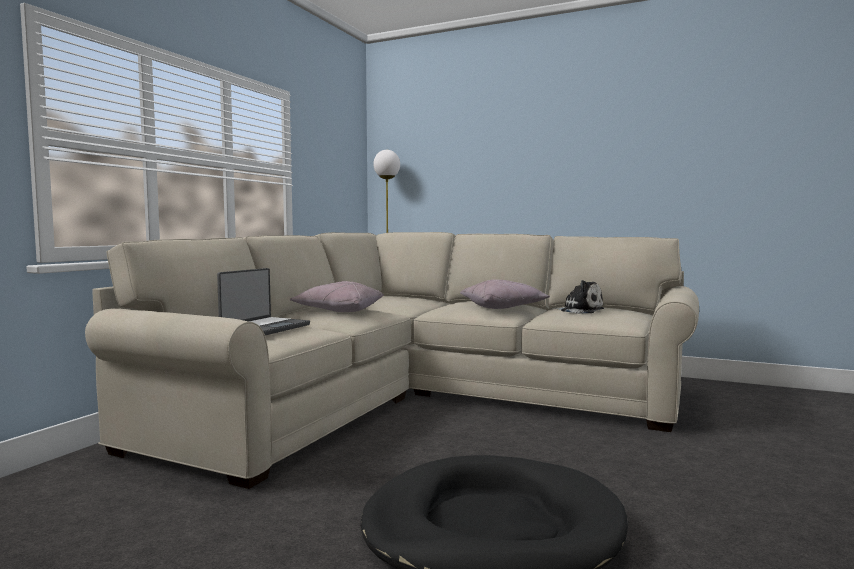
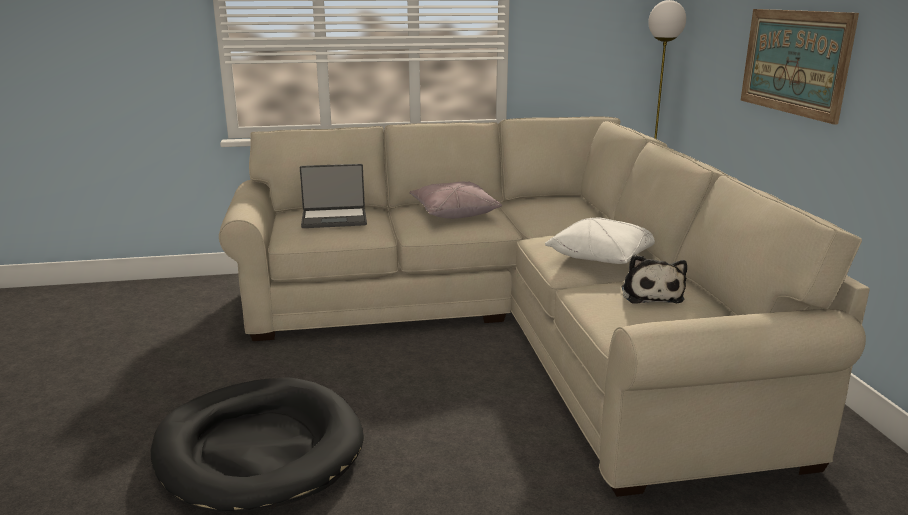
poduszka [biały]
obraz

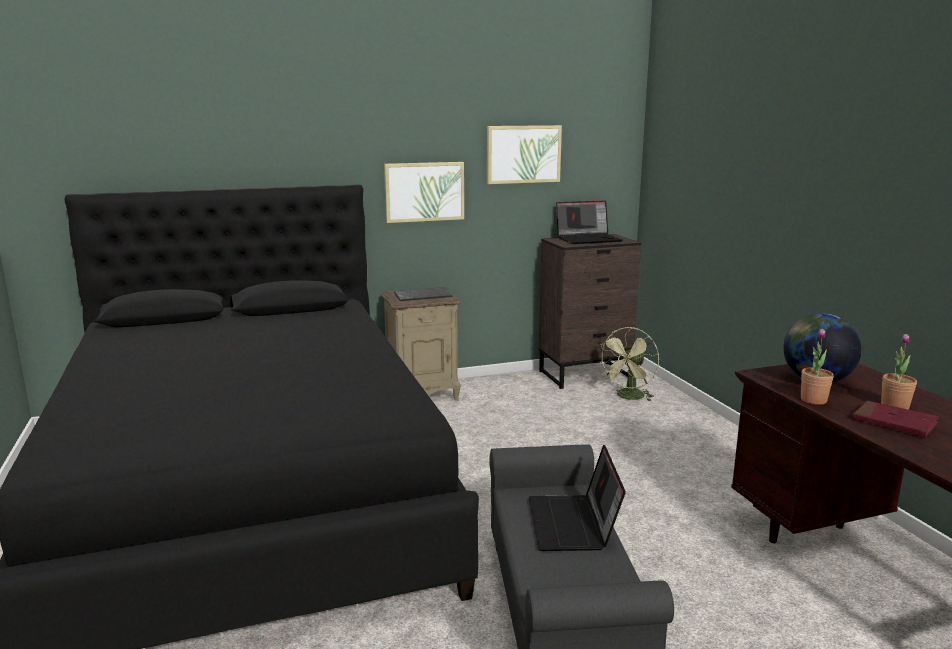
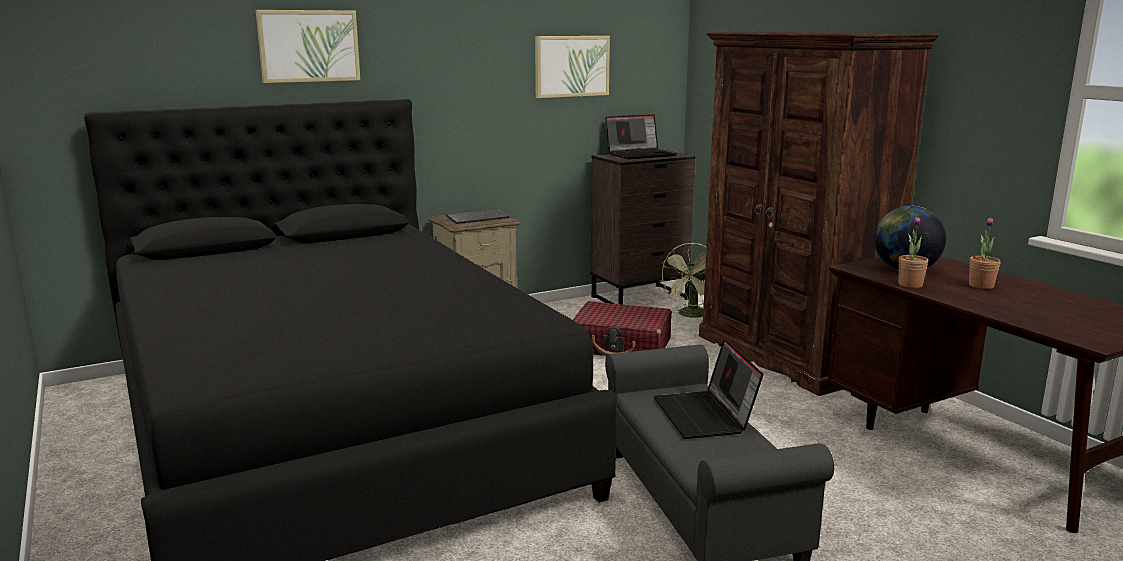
obraz (1st from left)
walizka [czerwony]
szafa [brązowy]
książka [czerwony]

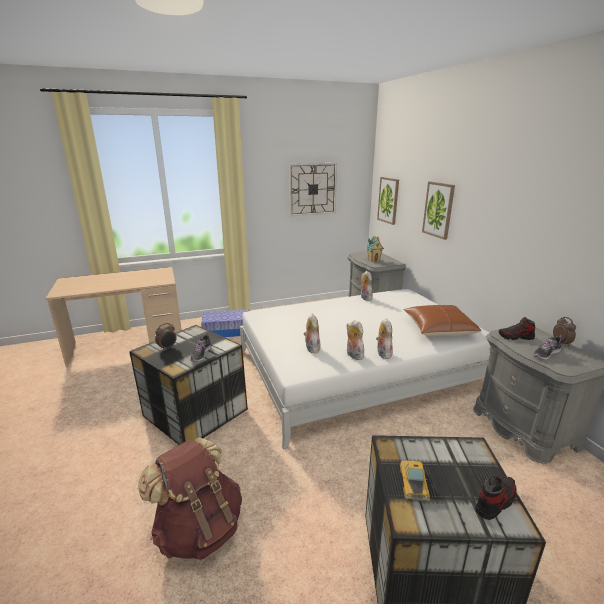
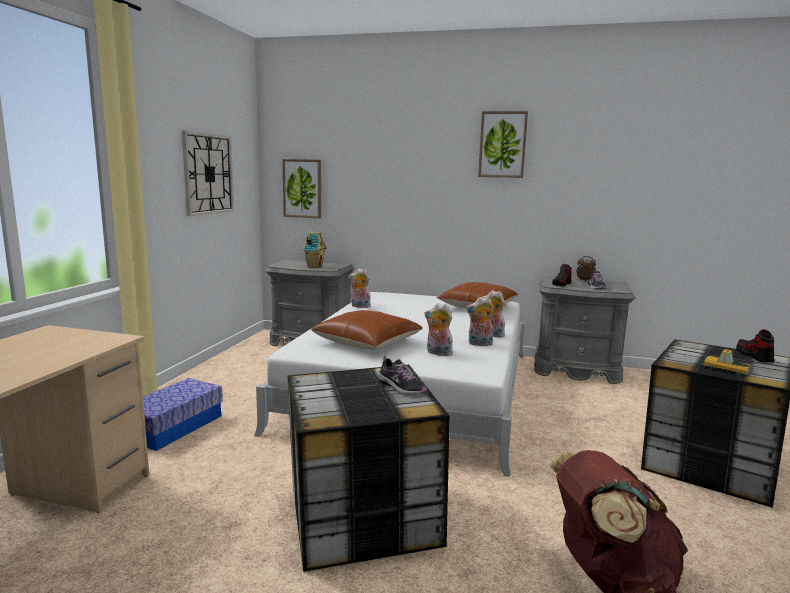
poduszka [brązowy] (1st from left)
obraz (2nd from left)
budzik (1st from left in the first image)

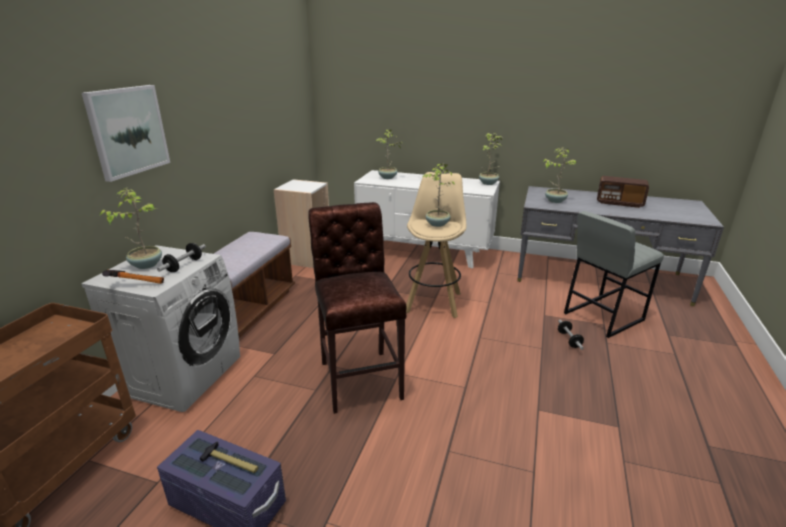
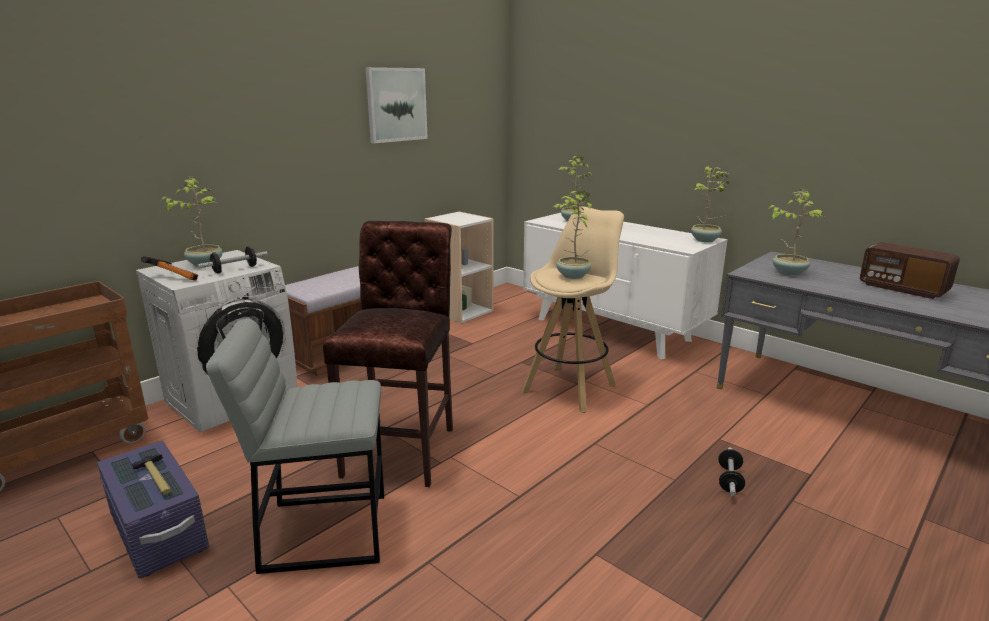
krzesło [szary]
obraz

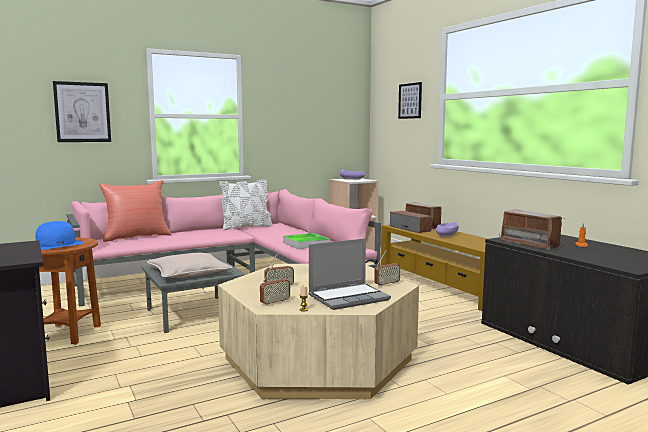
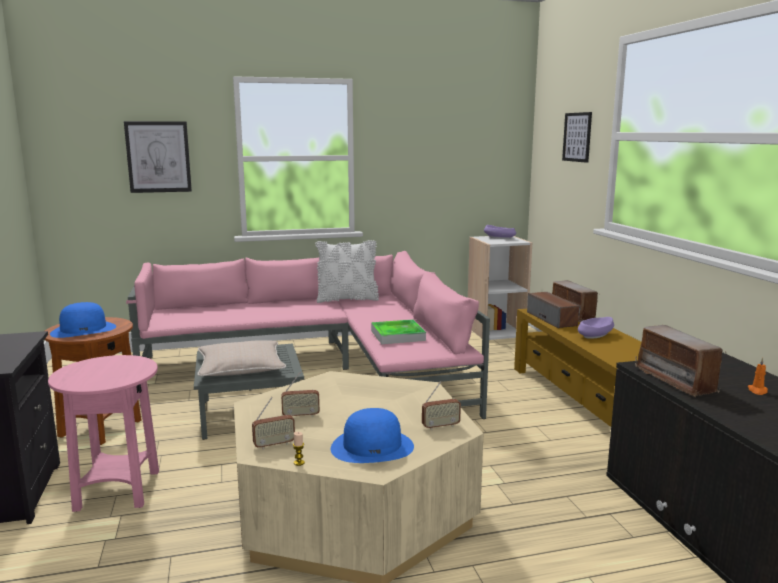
stolik [różowy]
kapelusz [niebieski] (2nd from left)
poduszka [czerwony]

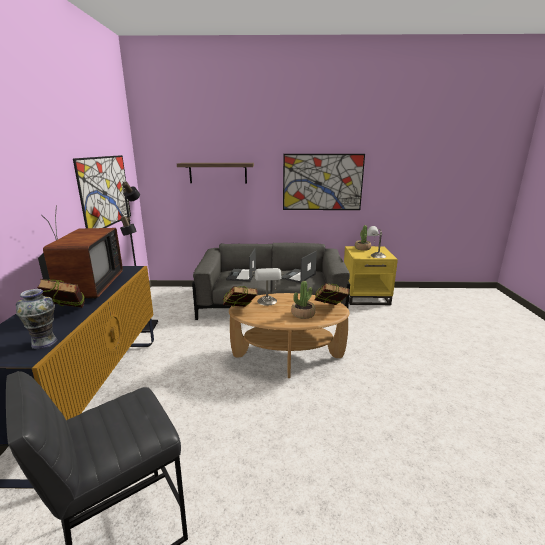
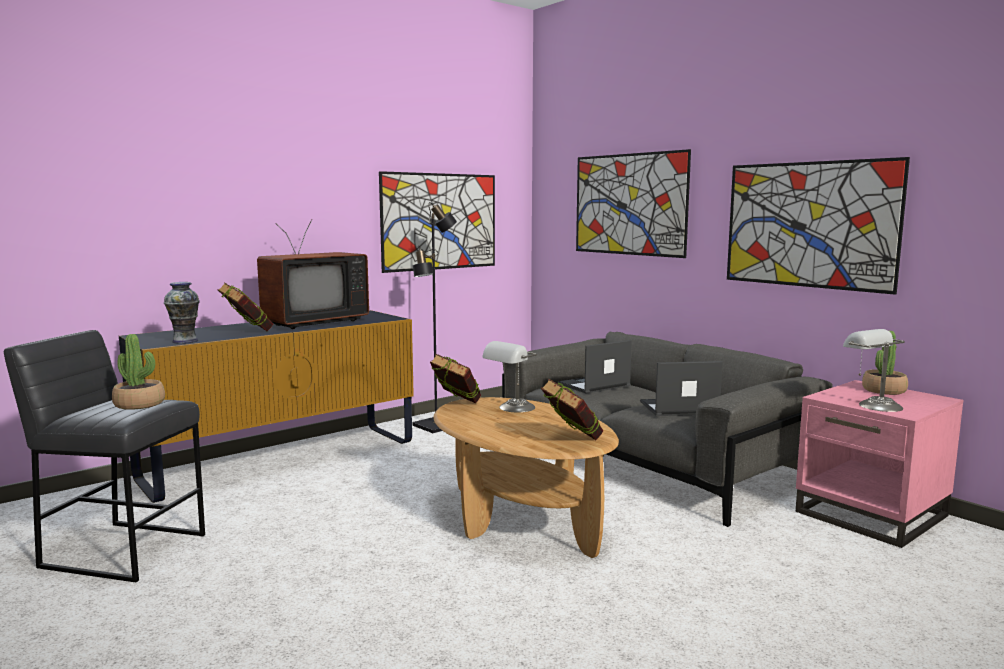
roślina doniczkowa (1st from left)
obraz (2nd from left)
stolik [różowy]

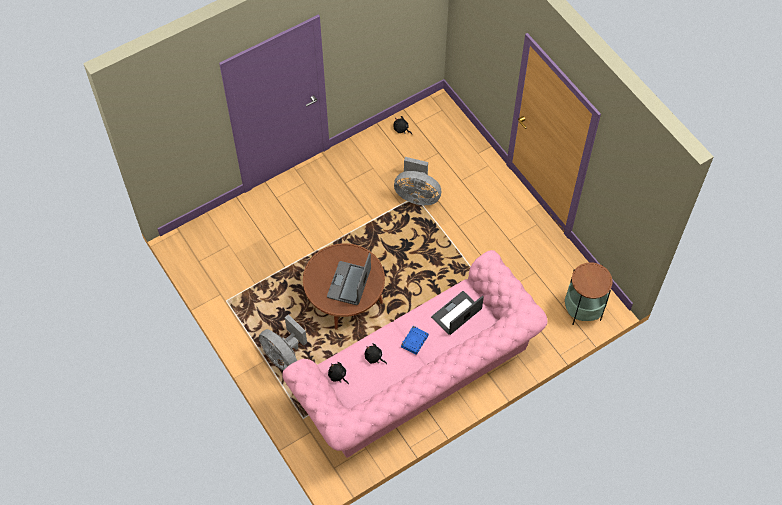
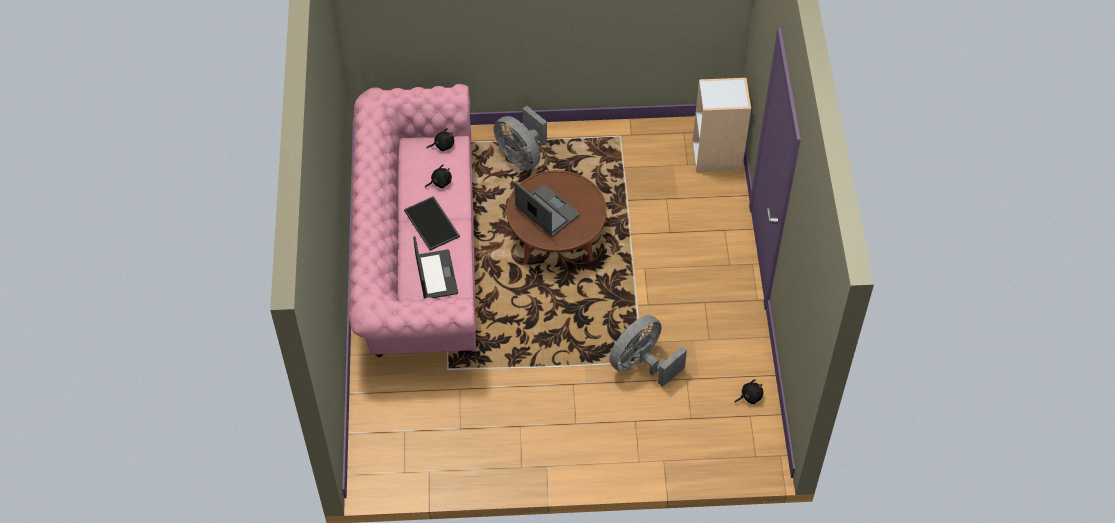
taca
wentylator [szary] (1st from left)
regał
stolik

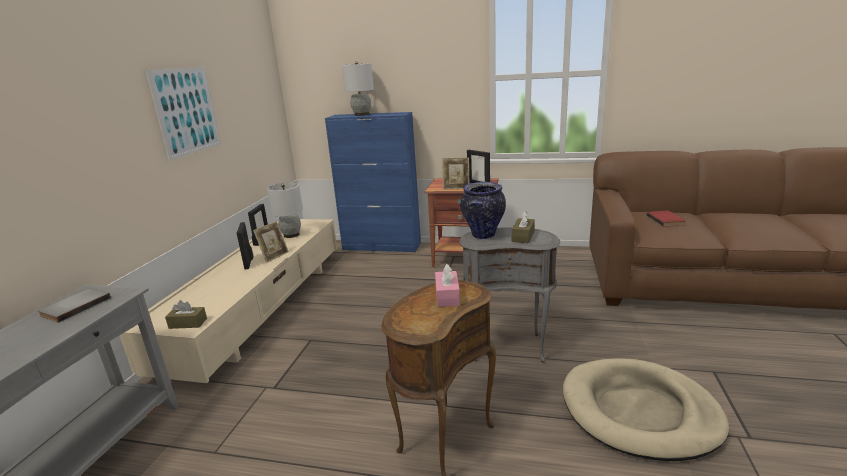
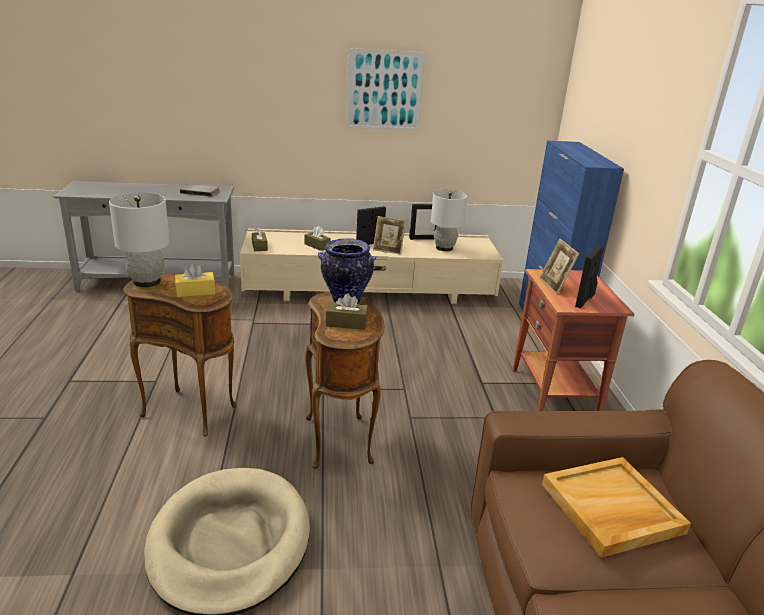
lampa stołowa [biały] (1st from left)
pudełko chusteczek [żółty]
pudełko chusteczek [brązowy] (2nd from left)
stolik [brązowy] (2nd from left)
taca [beżowy]

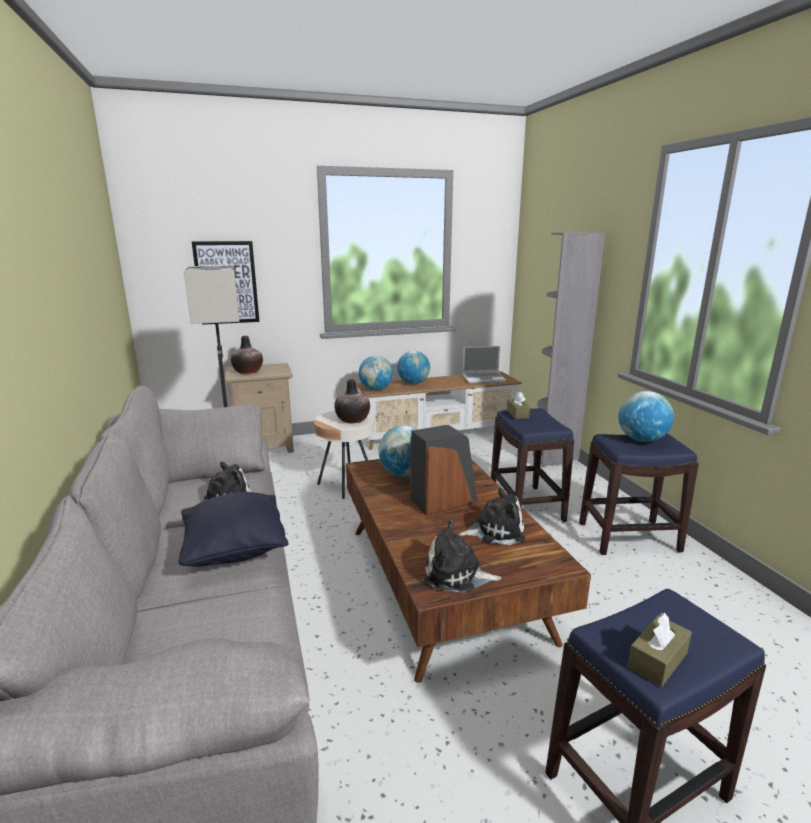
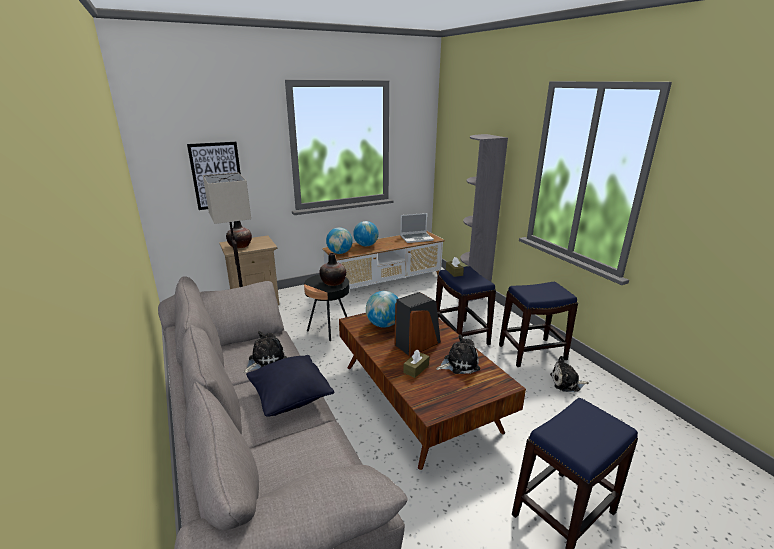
stolik [czarny]
pudełko chusteczek [brązowy] (1st from left)
pluszak (3rd from left)
globus (4th from left in the first image)

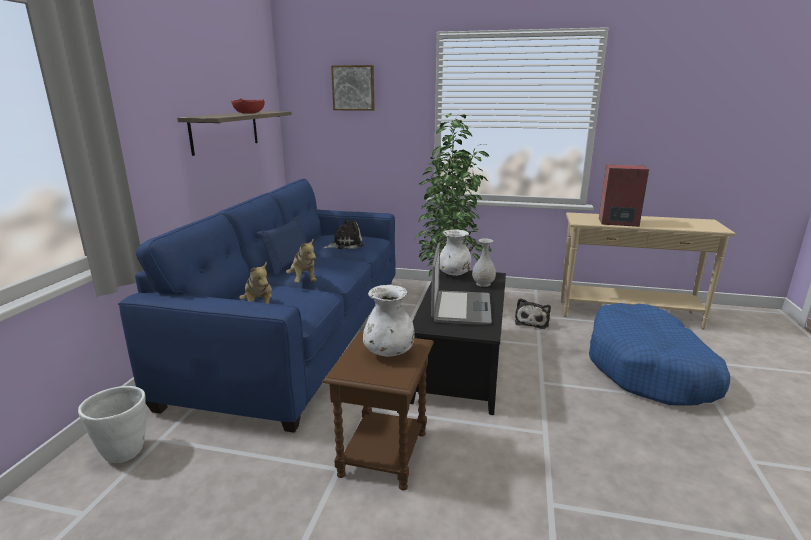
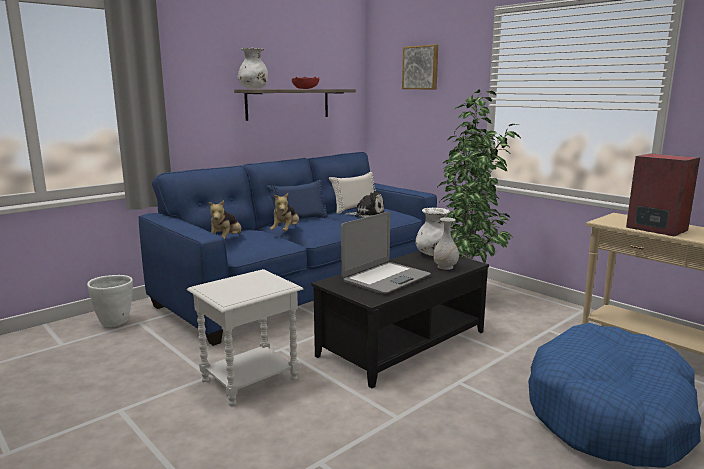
stolik [biały]
wazon [biały] (1st from left)
poduszka [biały]
pluszak (4th from left in the first image)

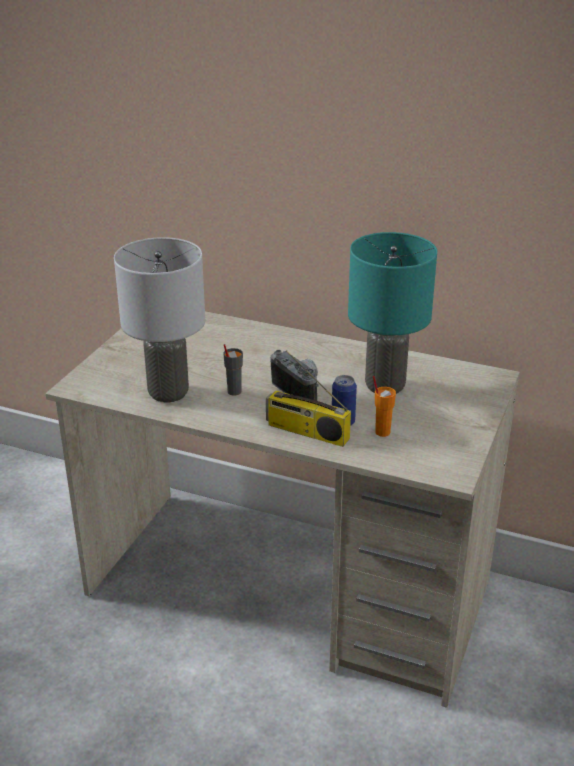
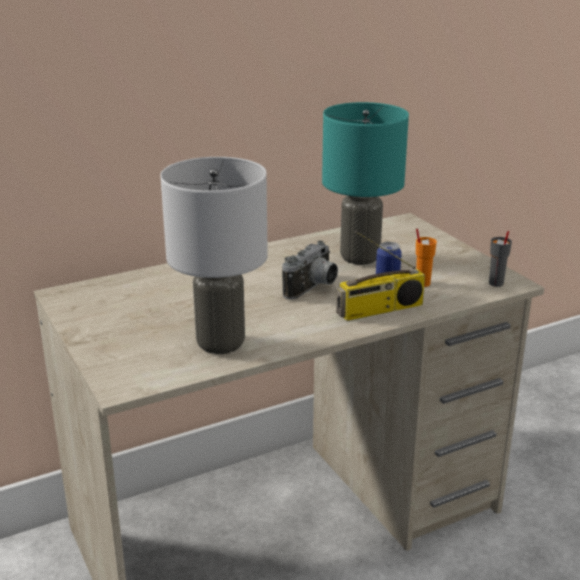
aparat fotograficzny
filiżanka [szary]

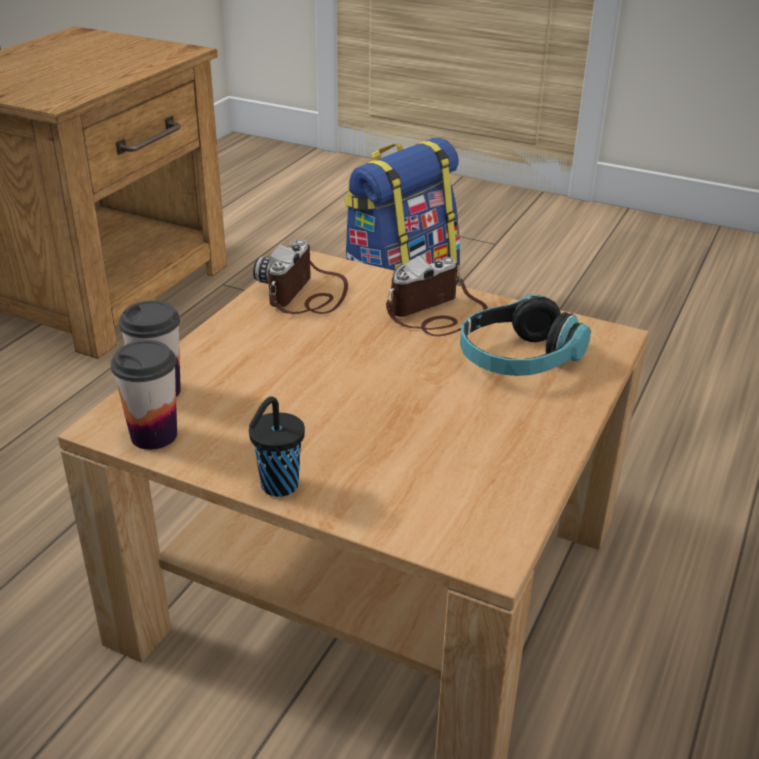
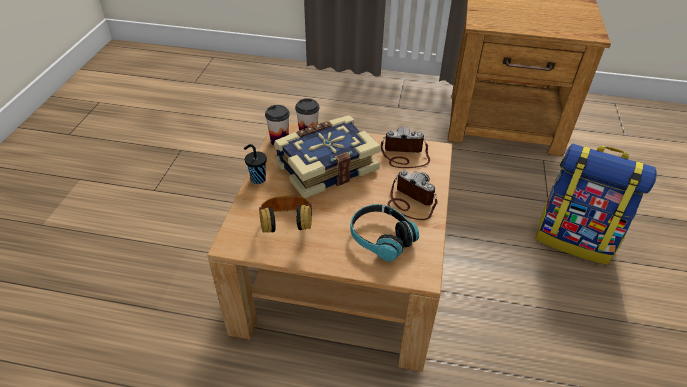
słuchawki (1st from left)
książka

